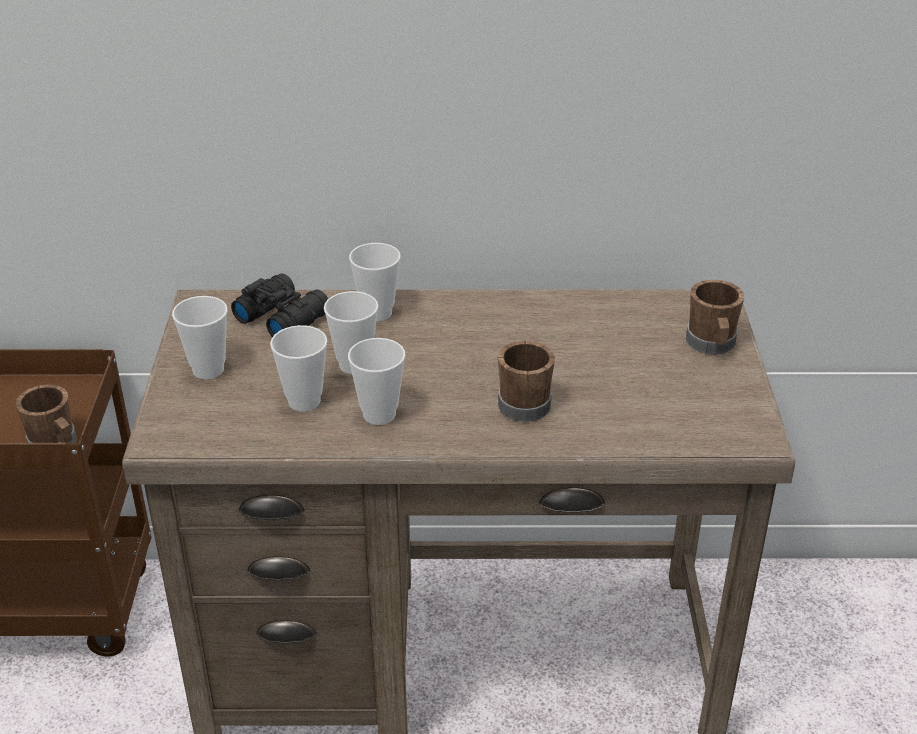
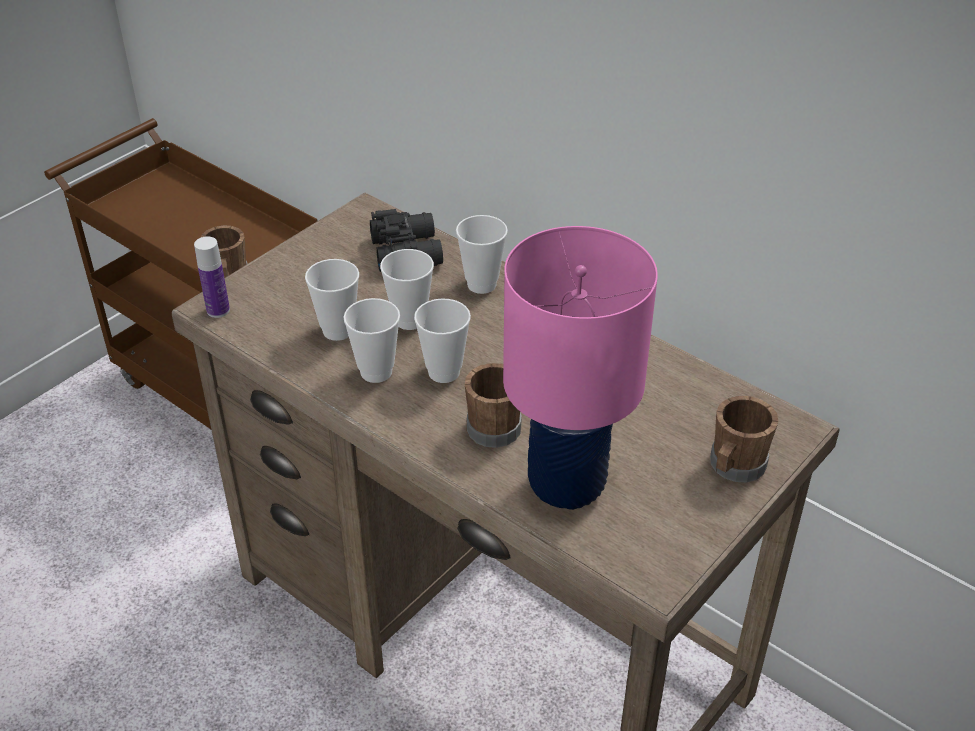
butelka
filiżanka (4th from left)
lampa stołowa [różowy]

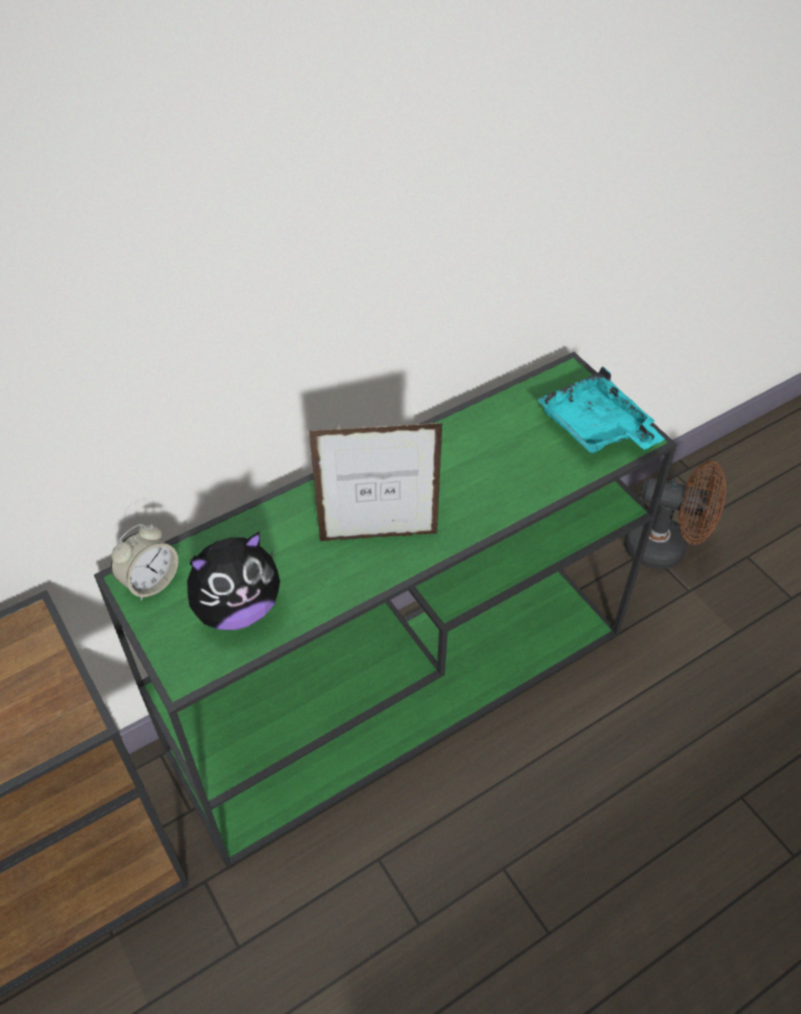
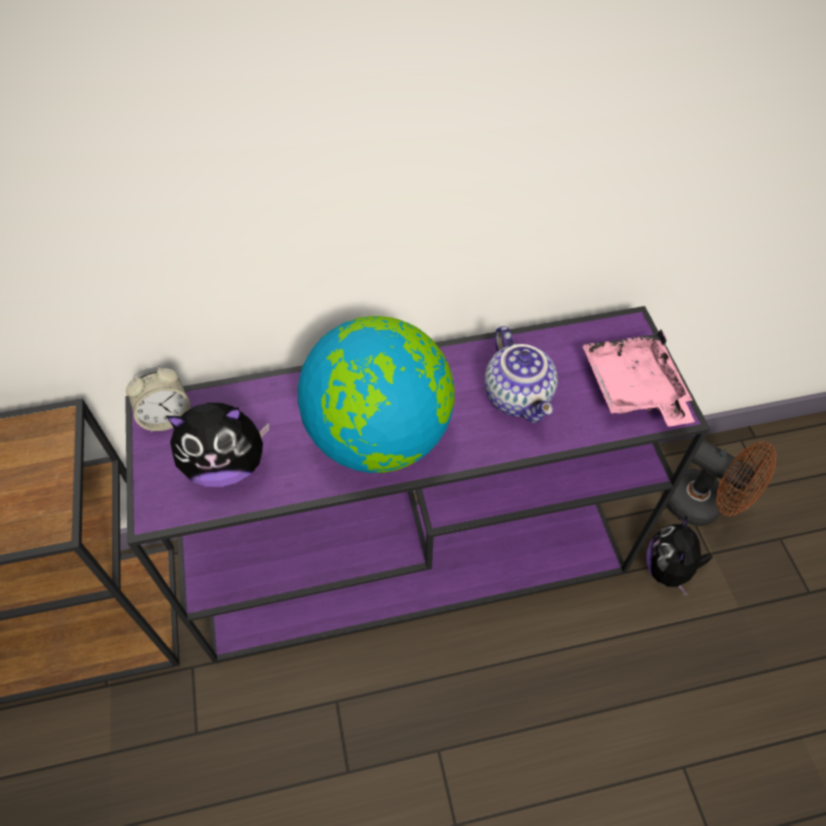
stolik konsolowy [fioletowy]
globus
imbryk
taca [różowy]
pluszak (2nd from left)

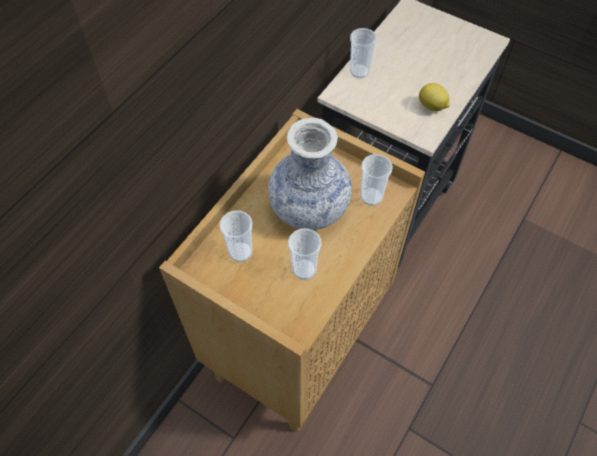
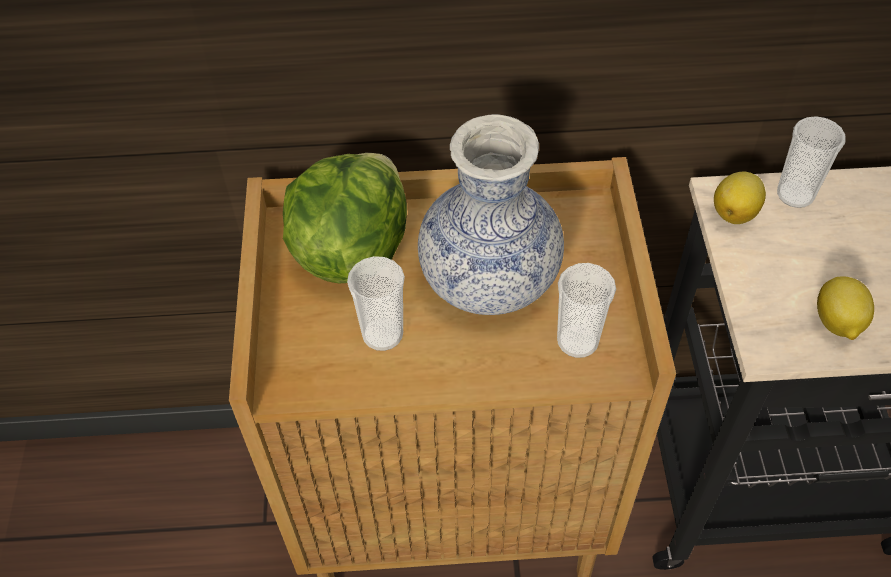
sałata
cytryna (1st from left)

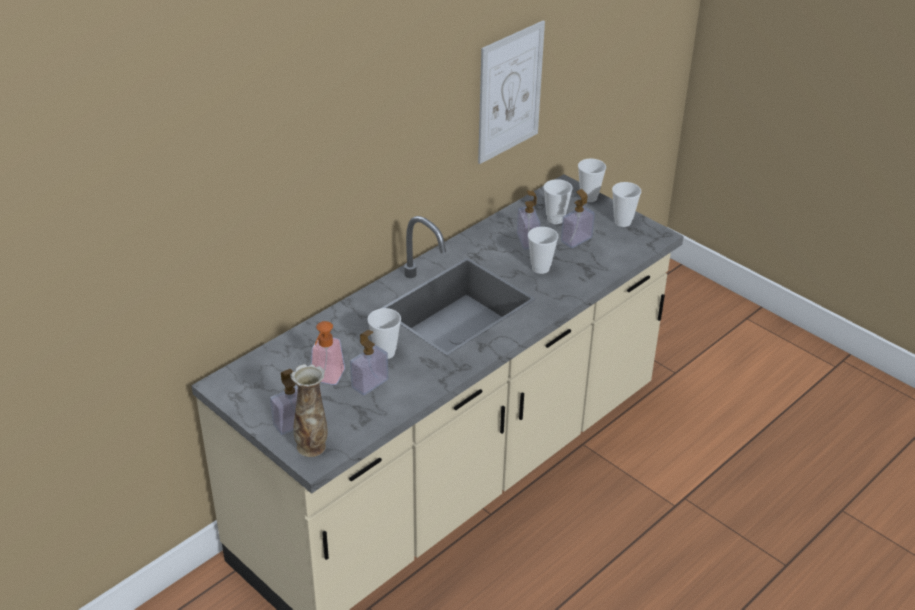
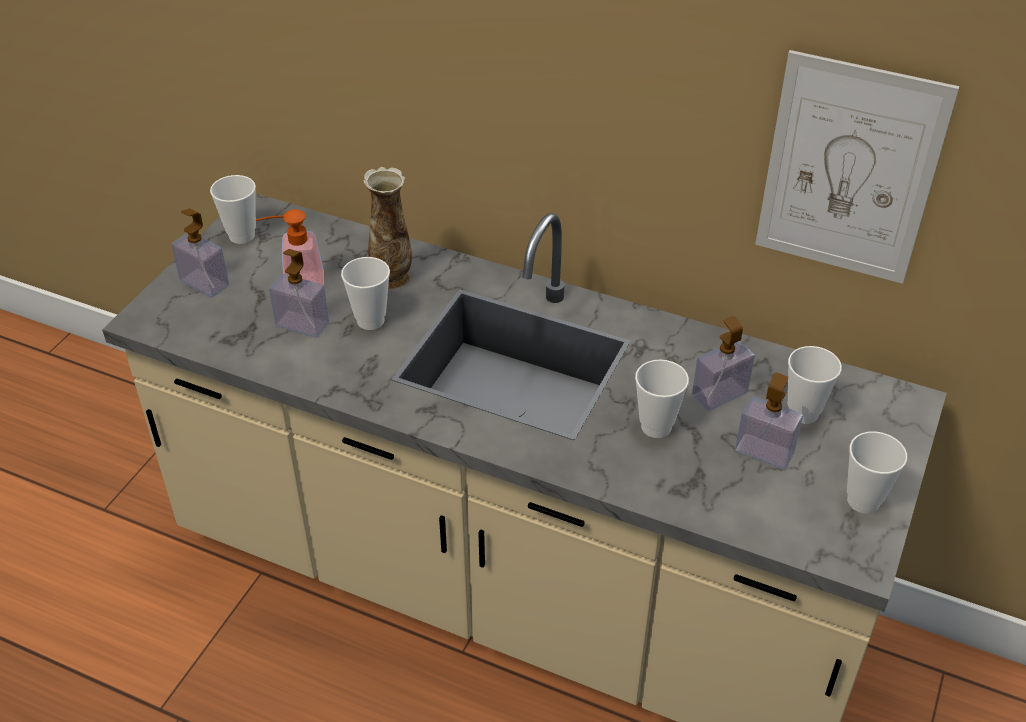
filiżanka (1st from left)
wazon

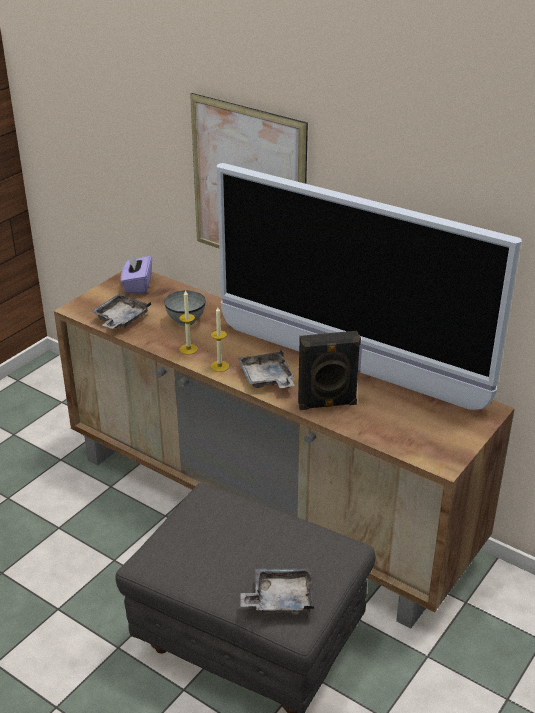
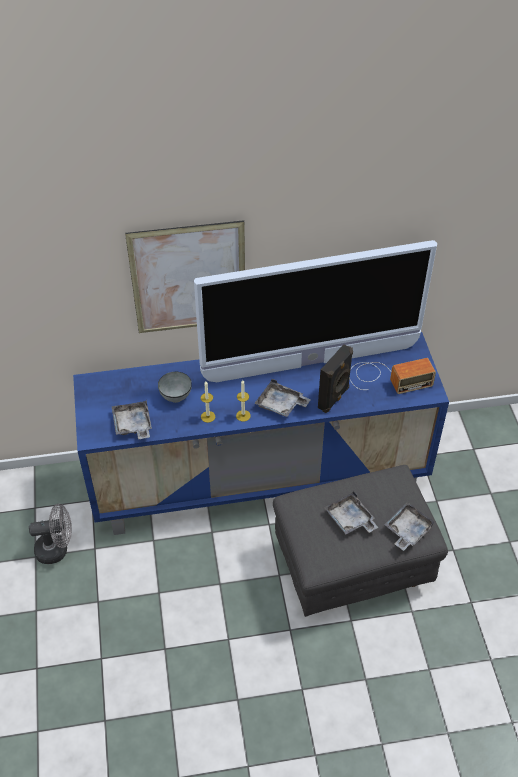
wentylator [szary]
szafka pod telewizor [niebieski]
taca [szary] (3rd from left)
radio
pudełko chusteczek [fioletowy]

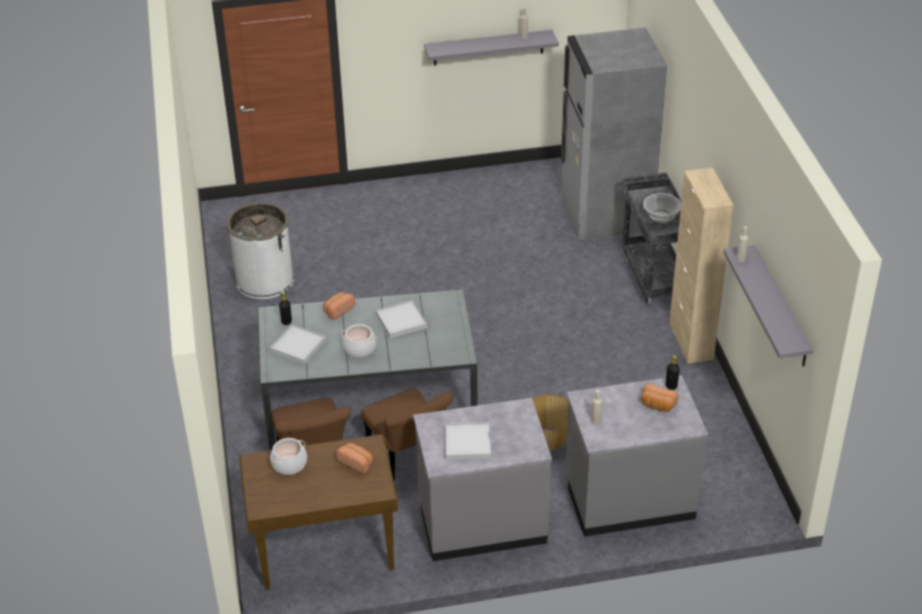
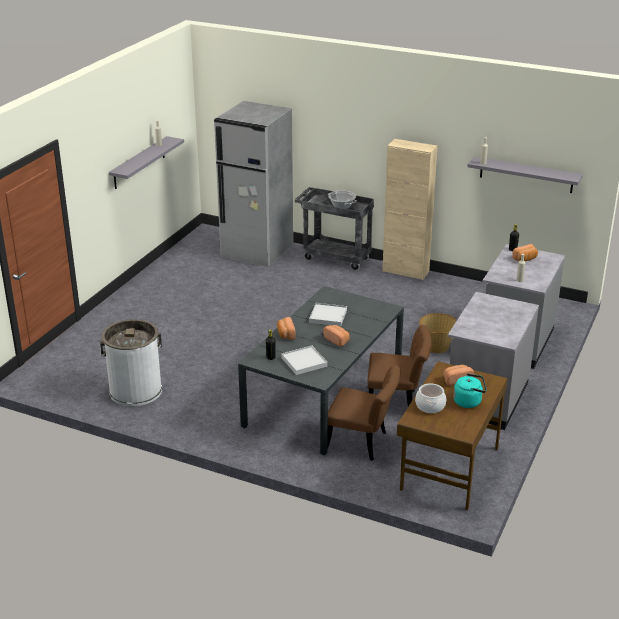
chleb (2nd from left)
czajnik [turkusowy]
taca [biały] (3rd from left in the first image)

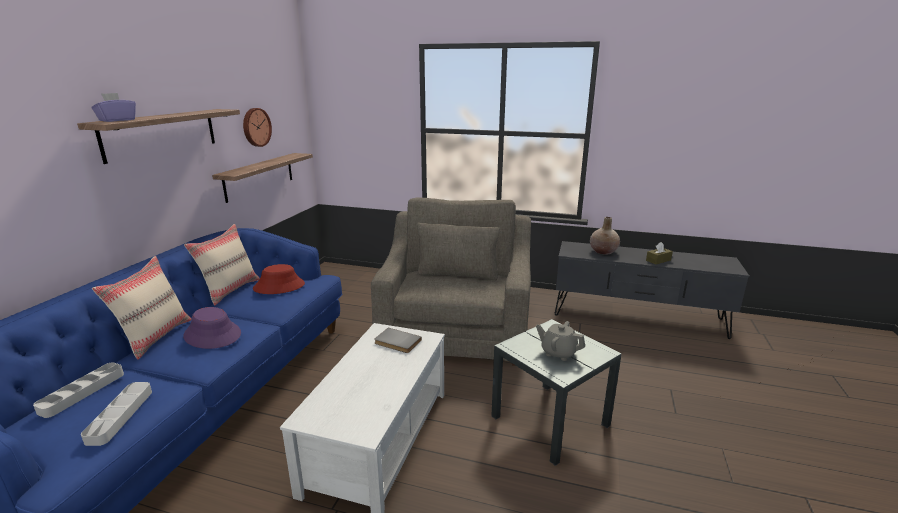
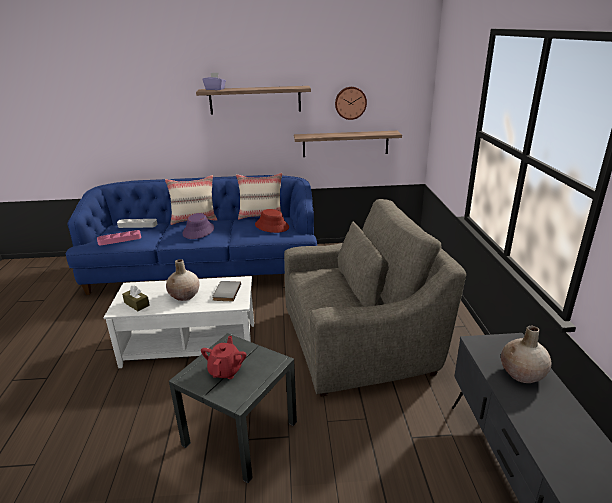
taca [różowy]
pudełko chusteczek [brązowy]
wazon [beżowy] (1st from left)
imbryk [czerwony]

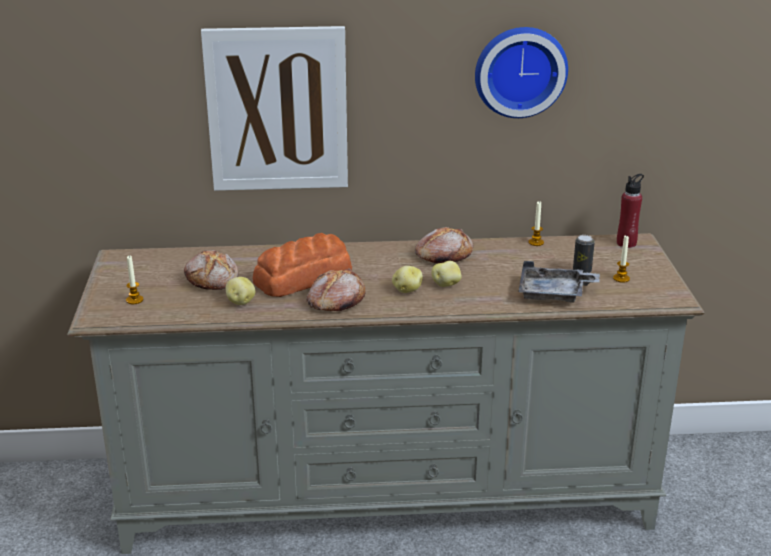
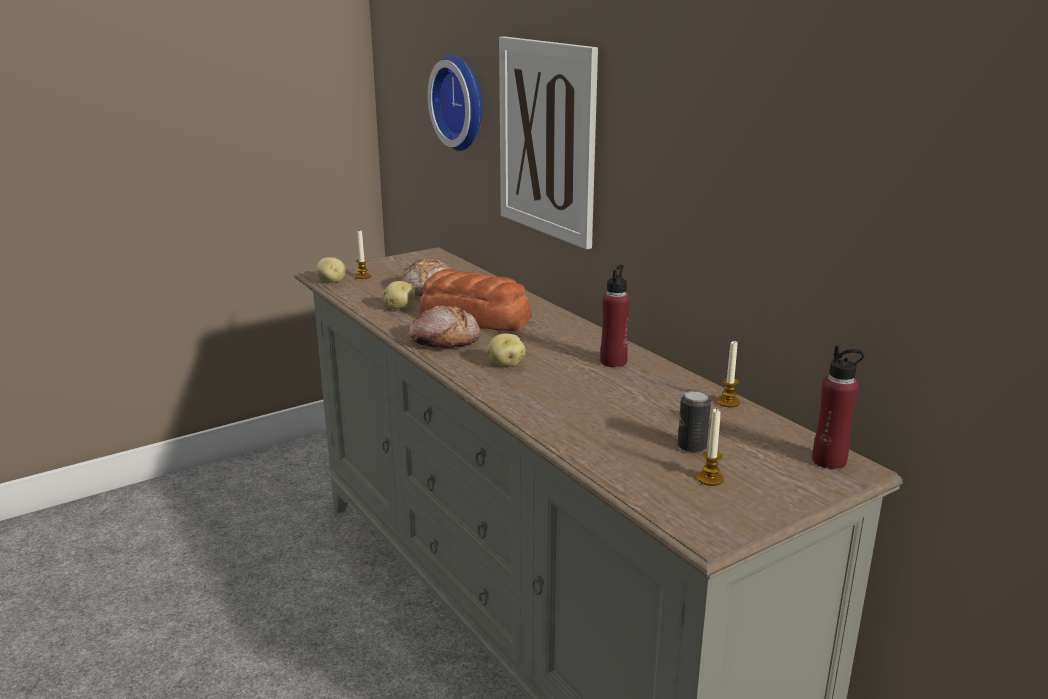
ziemniak (1st from left)
zegar ścienny
butelka [czerwony] (1st from left)
taca [szary]

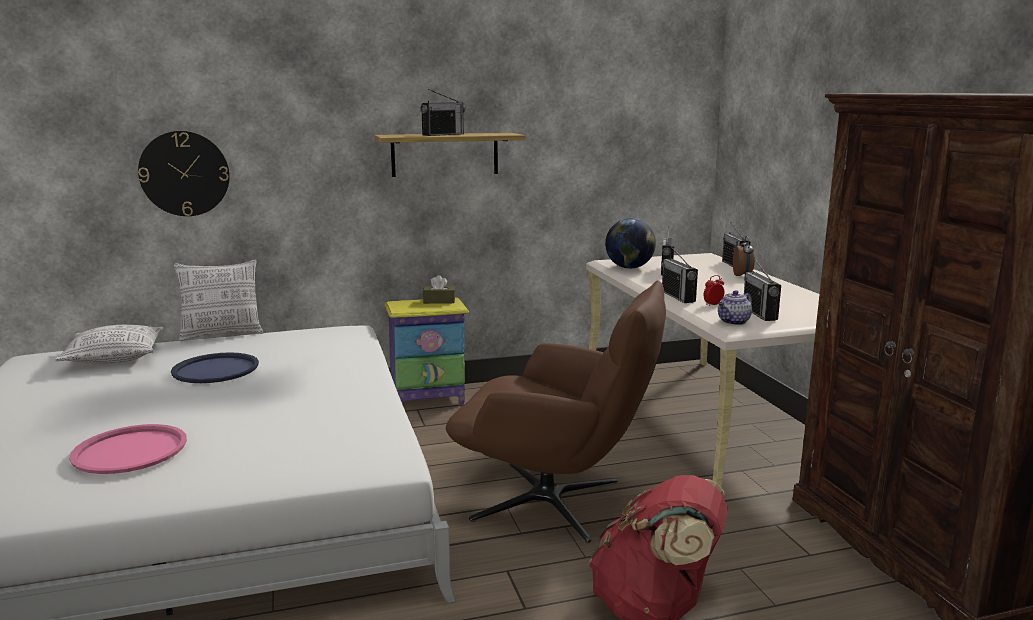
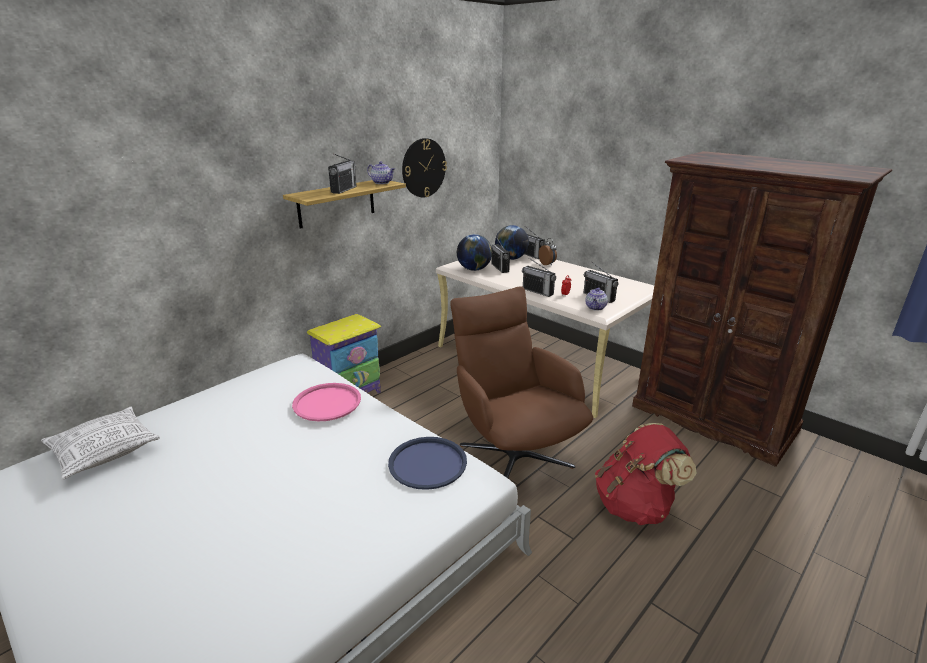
taca [różowy]
imbryk (1st from left)
taca [niebieski]
zegar ścienny
fotel [brązowy]
globus (2nd from left)
poduszka (2nd from left in the first image)
pudełko chusteczek [brązowy]

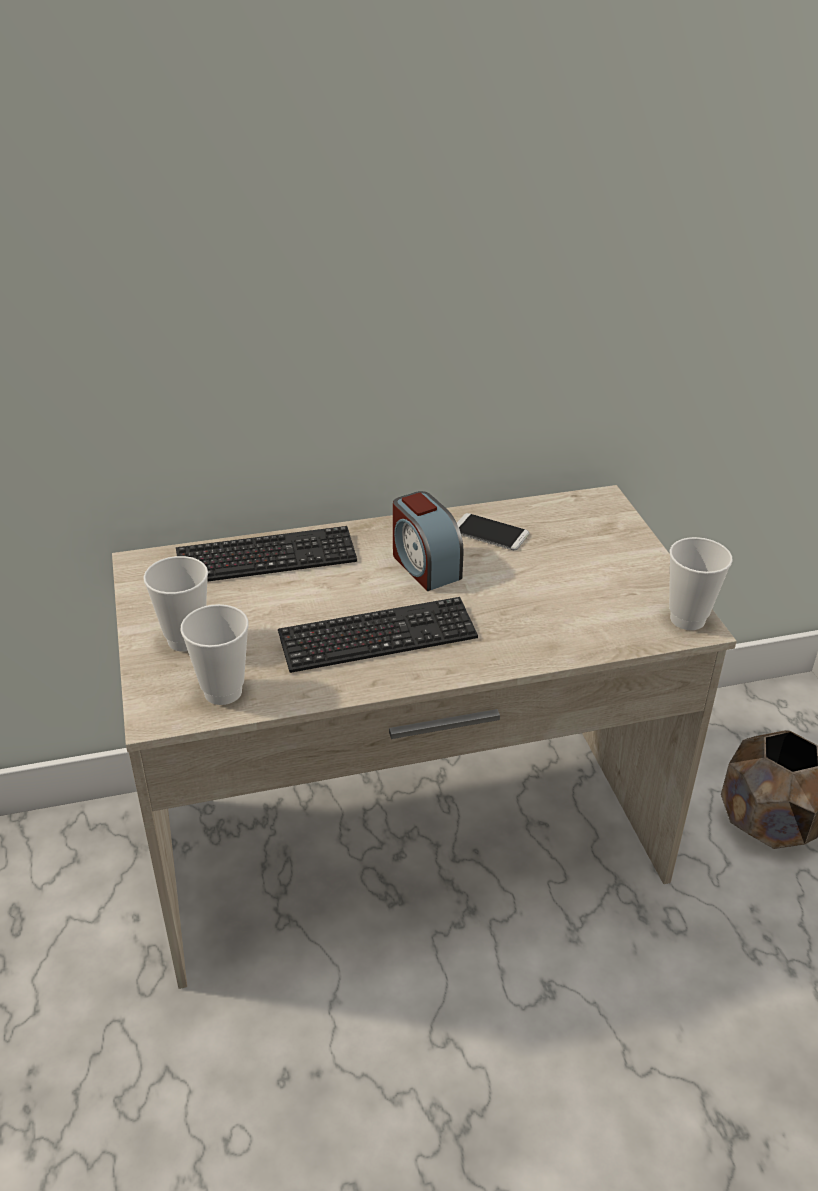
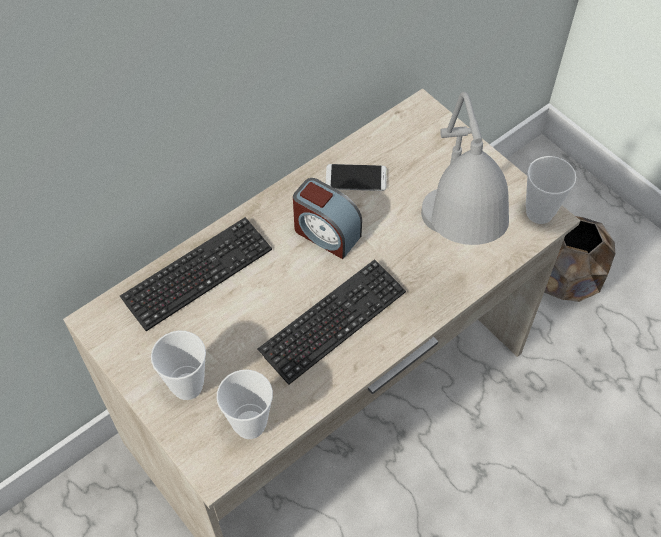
lampa stołowa [szary]

